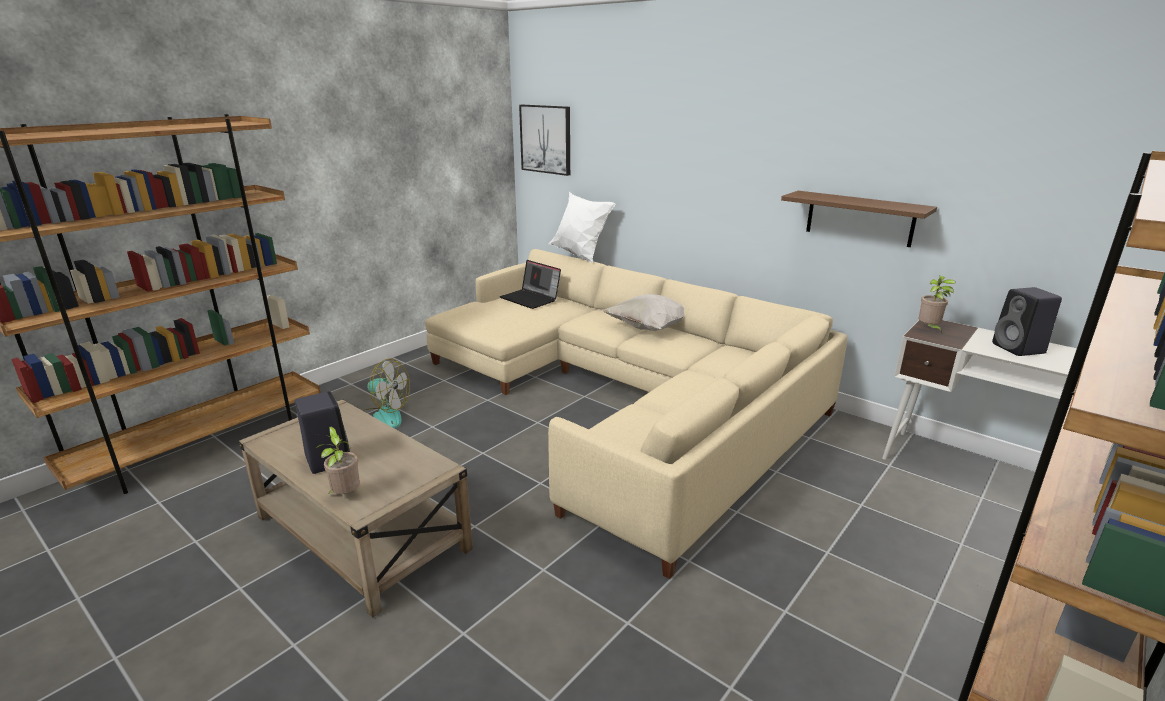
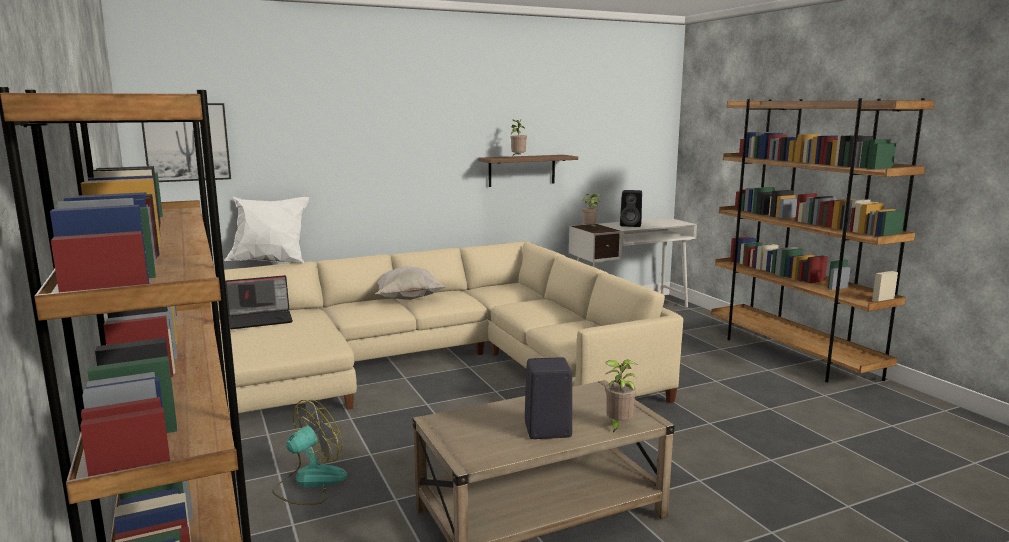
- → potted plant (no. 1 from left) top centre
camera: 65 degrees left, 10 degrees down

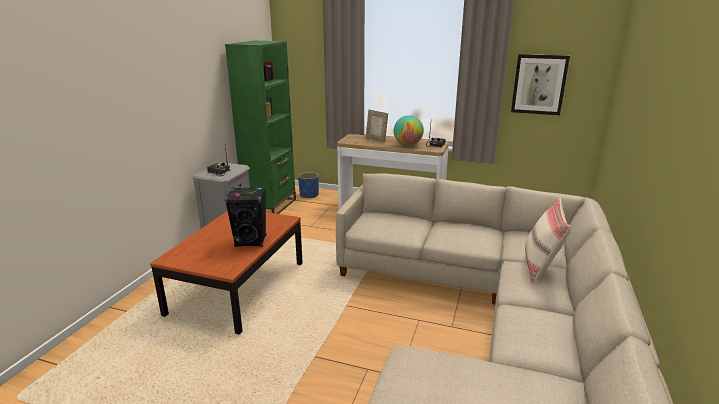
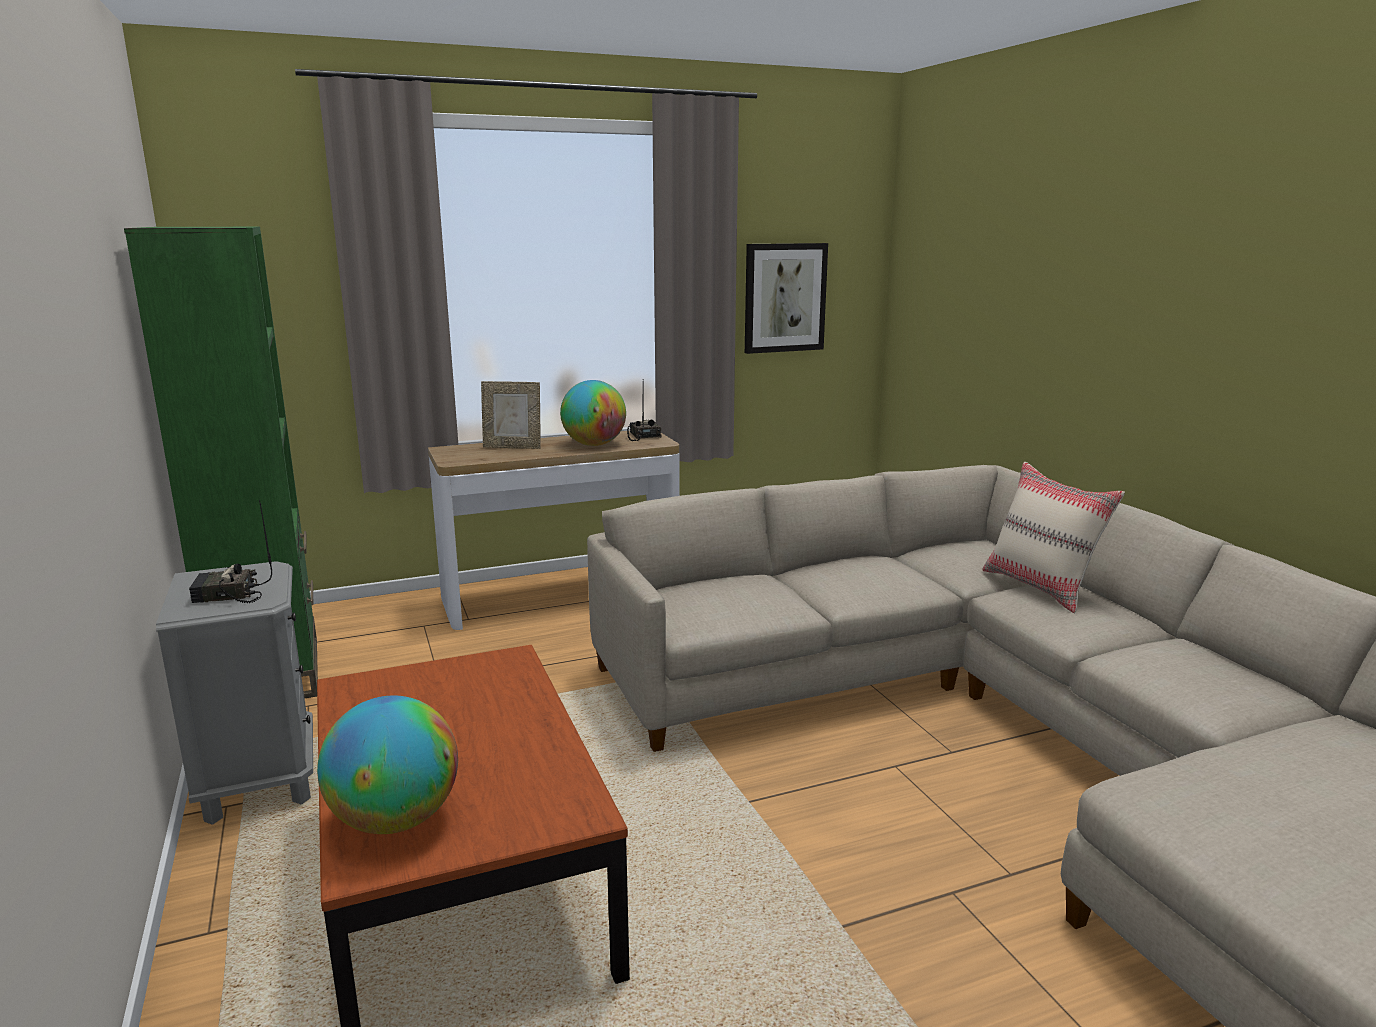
- → globe (no. 1 from left) bottom left
speaker/black centre → -
planter/blue centre → -
camera: 40 degrees left, 5 degrees down

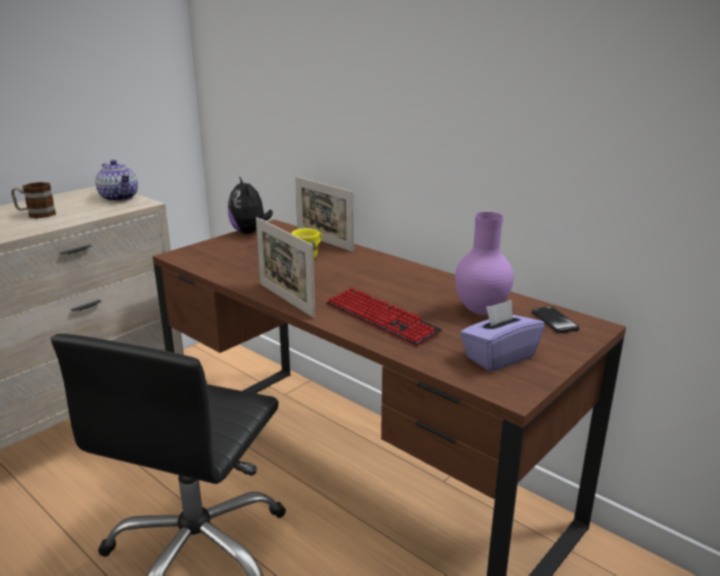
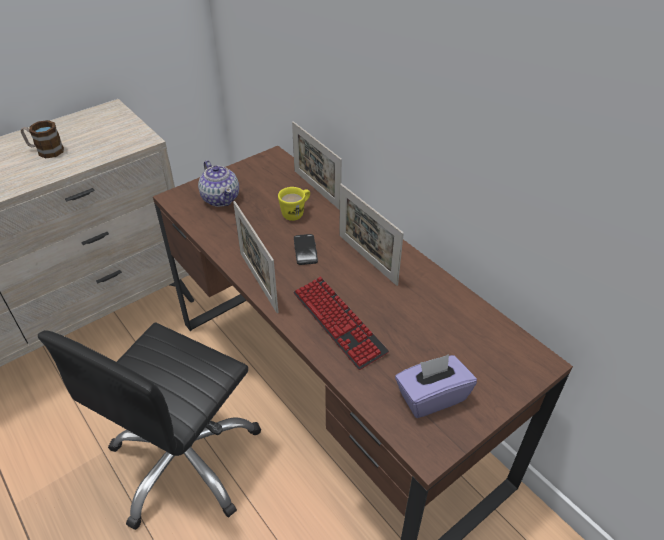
teapot top left → teapot middle left, shifted
phone middle right → phone centre, shifted
- → picture frame (no. 3 from left) centre
plush toy centre → -
vase/purple middle right → -
camera: 10 degrees right, 20 degrees up

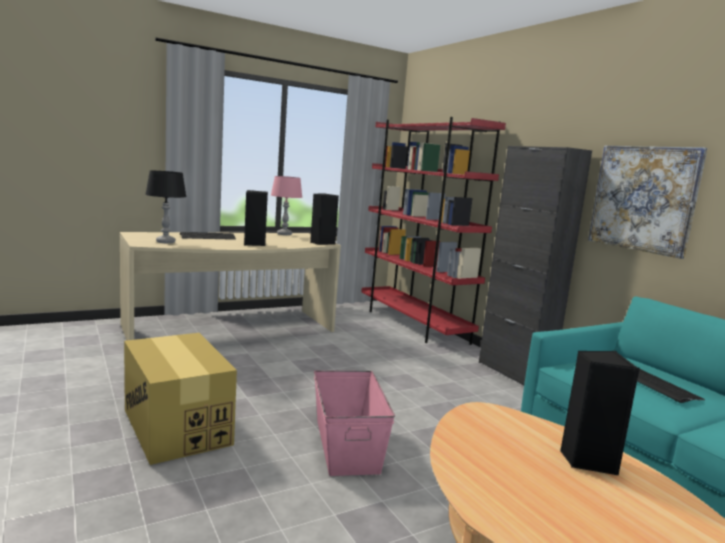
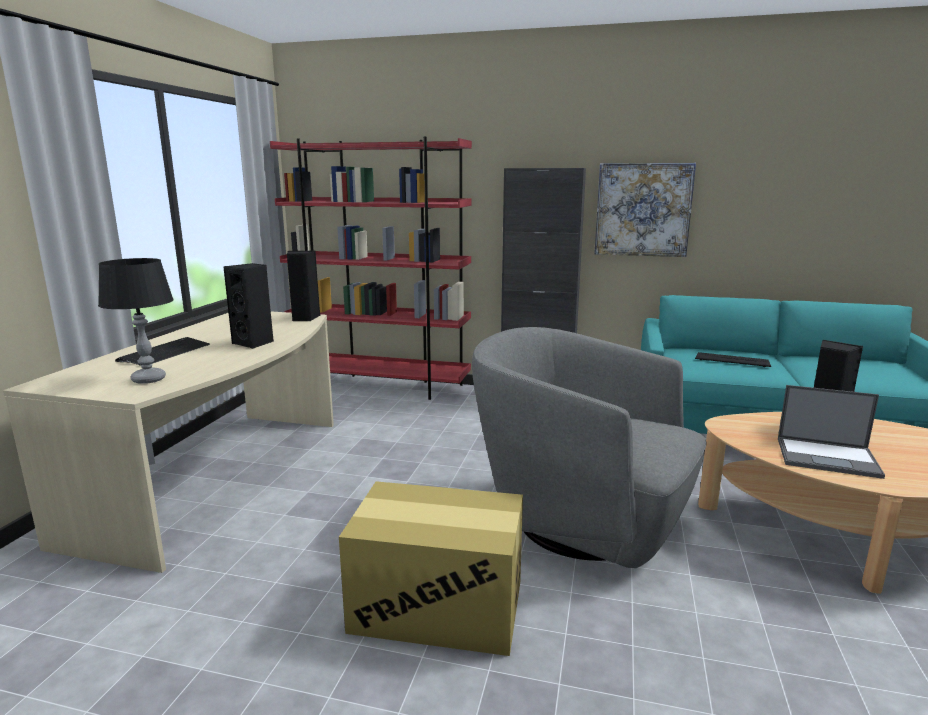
storage box/pink bottom centre → armchair/grey centre
- → laptop middle right
table lamp/pink centre → -
camera: 45 degrees left, 5 degrees up

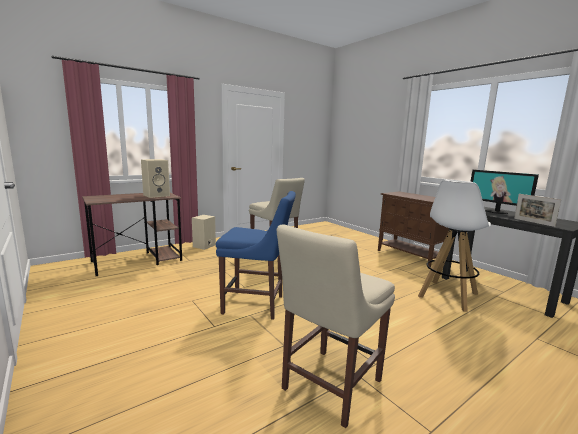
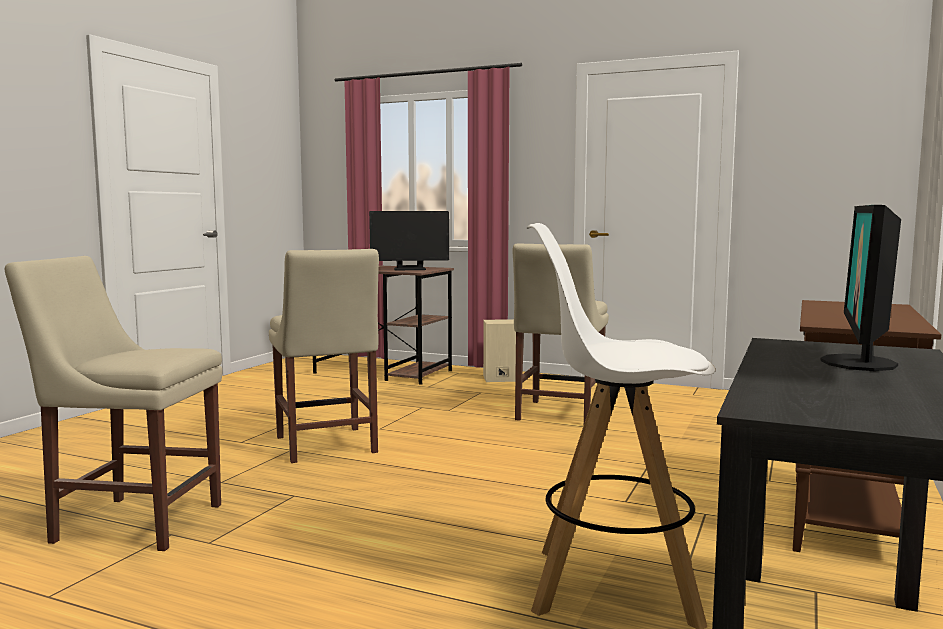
chair/blue centre → chair/beige (no. 2 from left) centre
speaker/beige (no. 1 from left) middle left → monitor (no. 1 from left) centre
picture frame middle right → -
camera: 60 degrees right, 5 degrees down

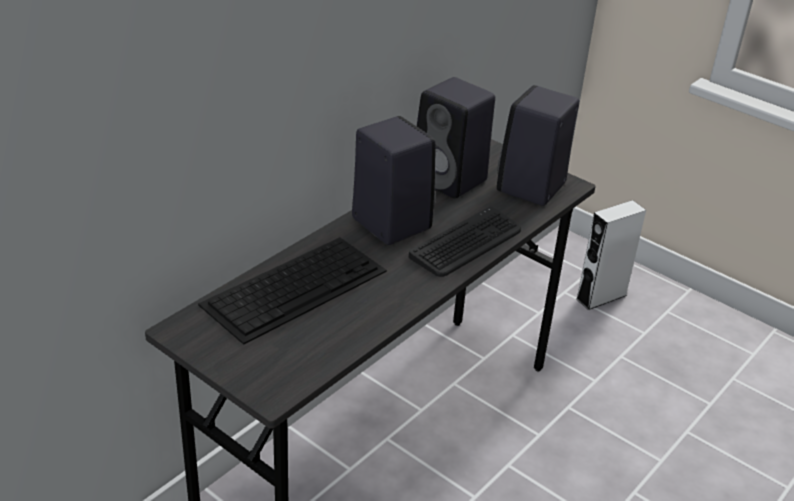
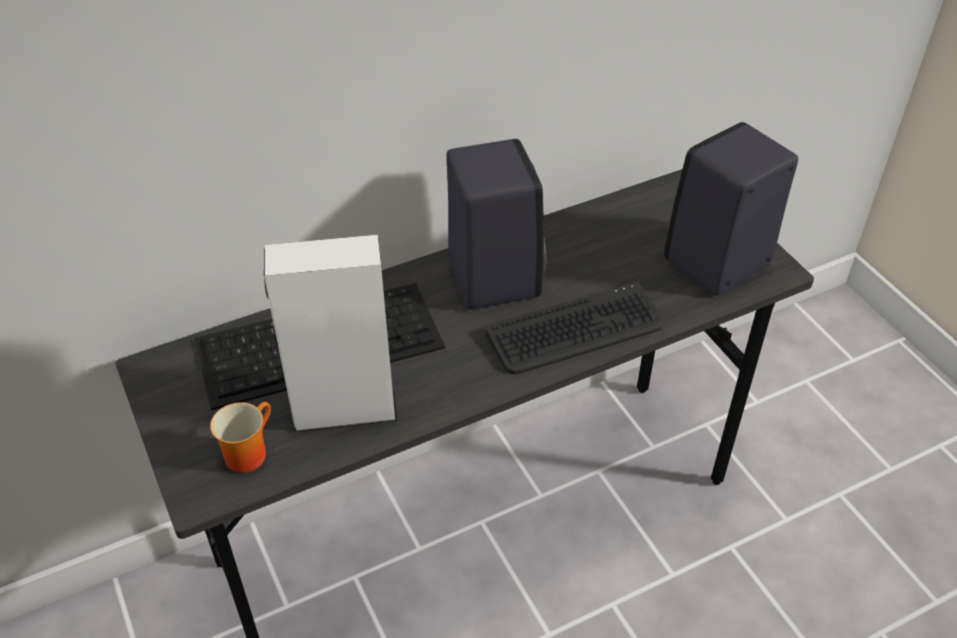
- → mug bottom left
speaker/white middle right → speaker/white centre, shifted
speaker/black (no. 2 from left) top centre → -
camera: 25 degrees right, 10 degrees up

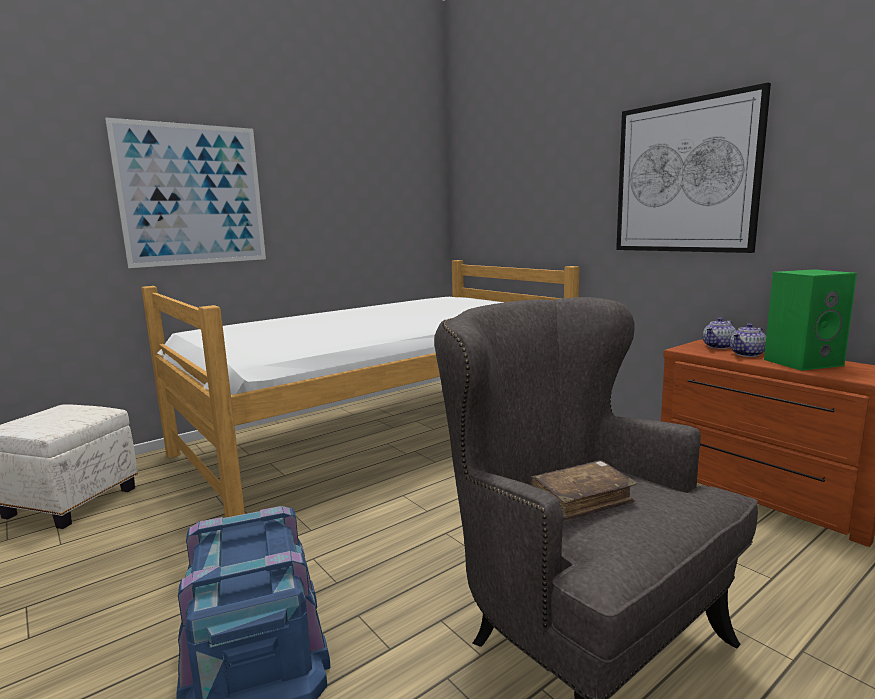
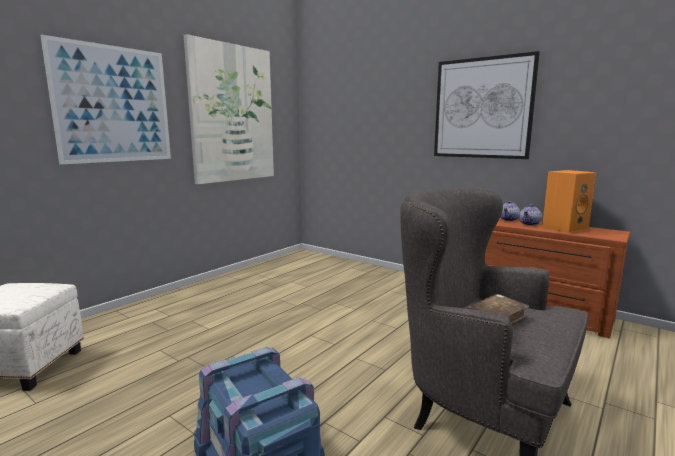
- → picture (no. 2 from left) top centre
speaker/green middle right → speaker/orange middle right
bed centre → -
camera: 15 degrees left, 0 degrees up

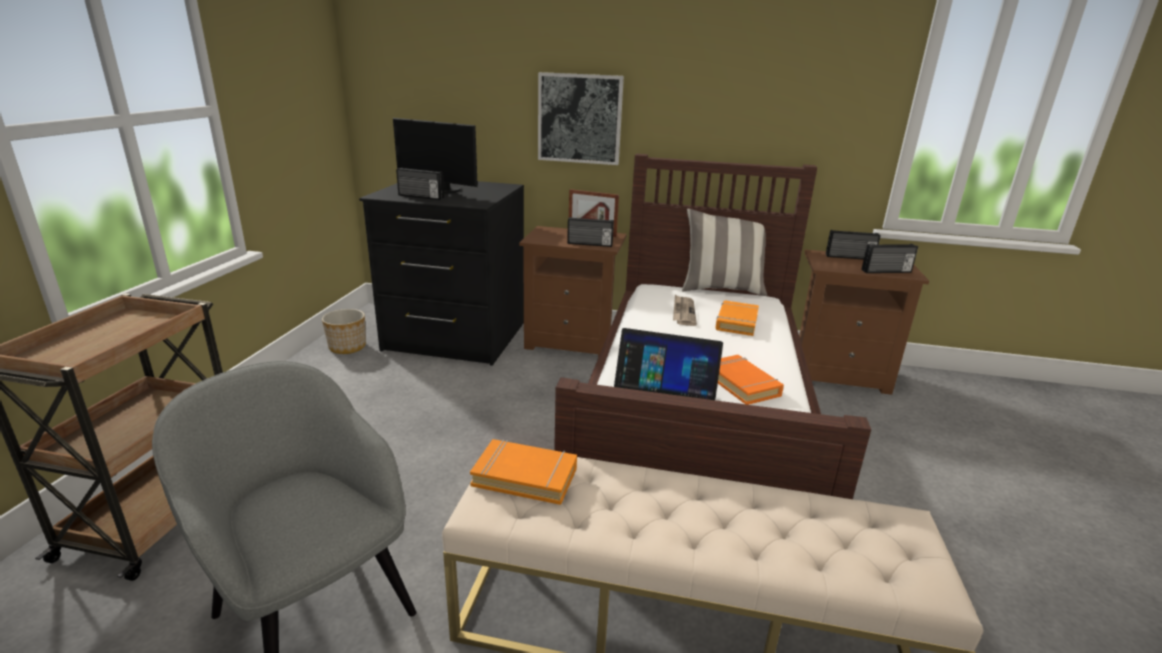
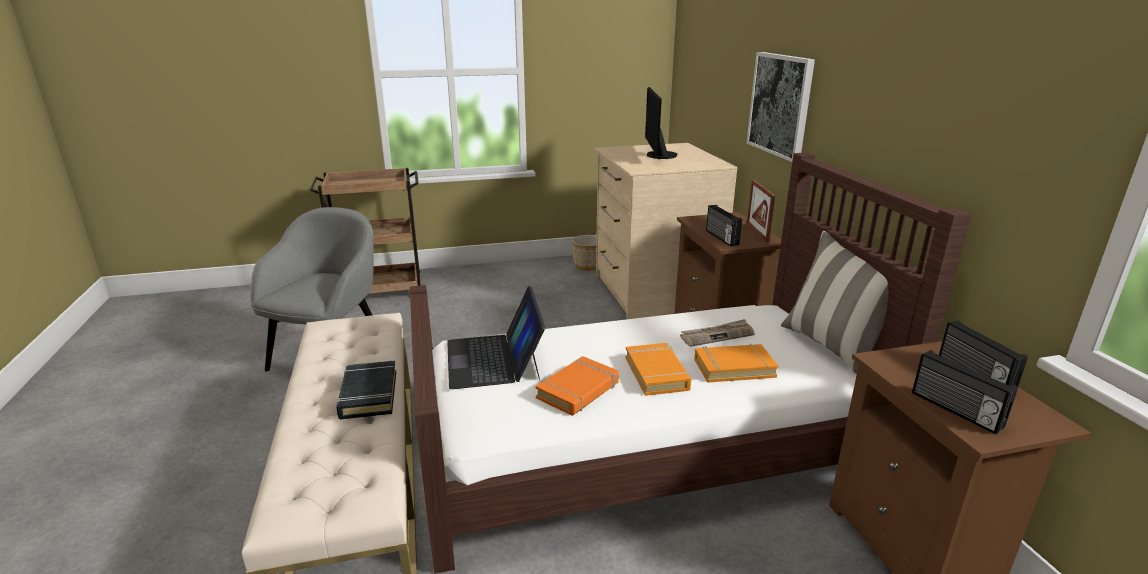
- → book/black bottom left
dresser/black centre → dresser/beige centre
book/orange (no. 1 from left in the first image) bottom centre → book/orange (no. 2 from left) centre, shifted
radio (no. 1 from left) top centre → -
camera: 65 degrees right, 0 degrees up

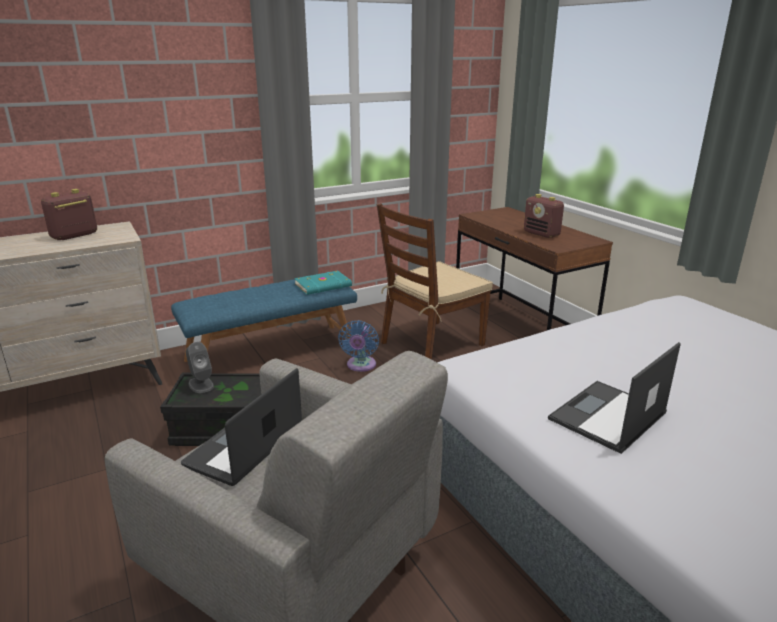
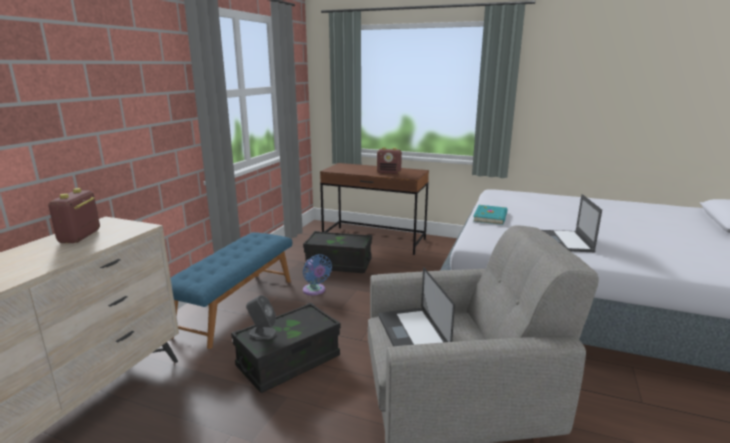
chair/brown centre → storage box/black (no. 2 from left) centre
book/turquoise centre → book/turquoise middle right, shifted
camera: 40 degrees left, 5 degrees down

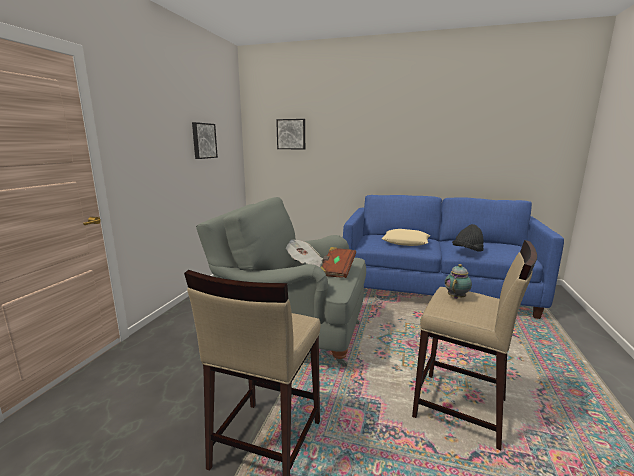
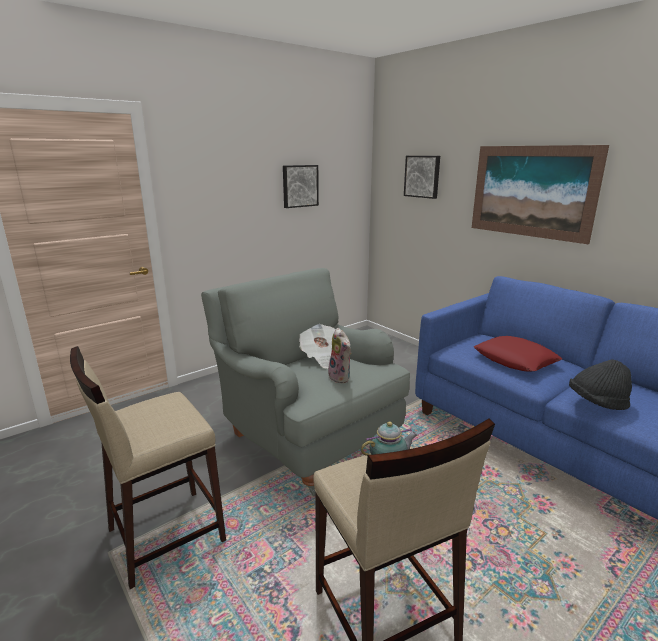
book/brown centre → plush toy centre
- → picture (no. 3 from left) top right
pillow/beige centre → pillow/red middle right
camera: 35 degrees right, 5 degrees up

